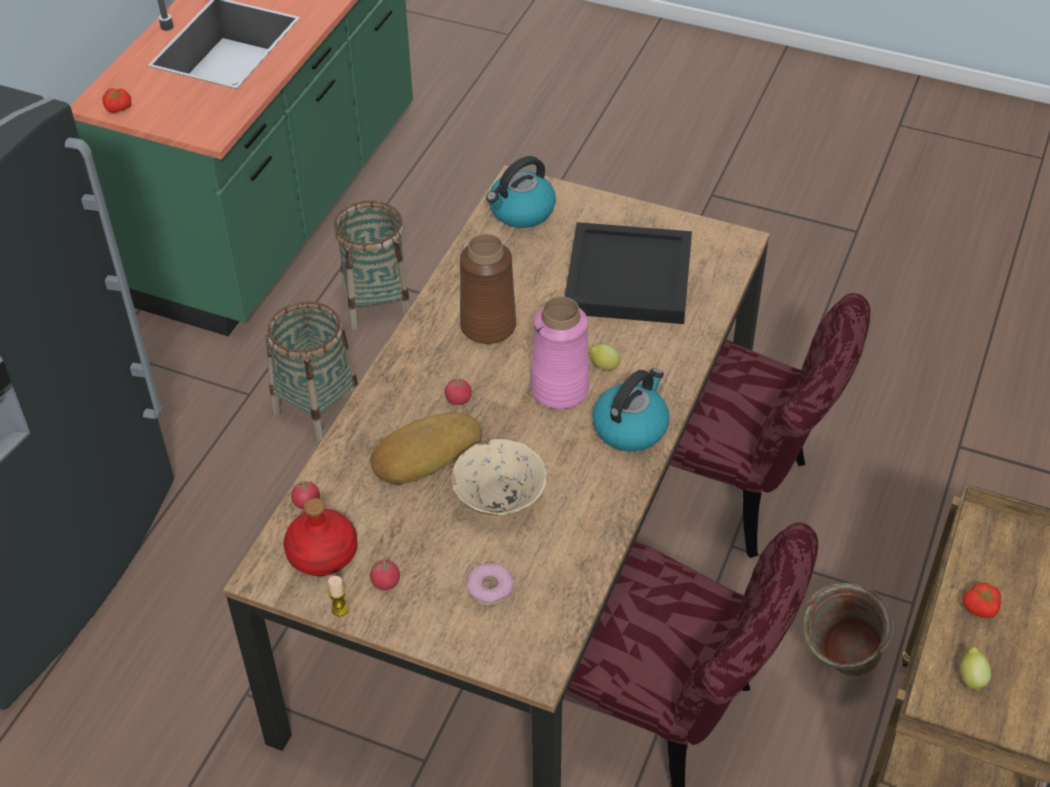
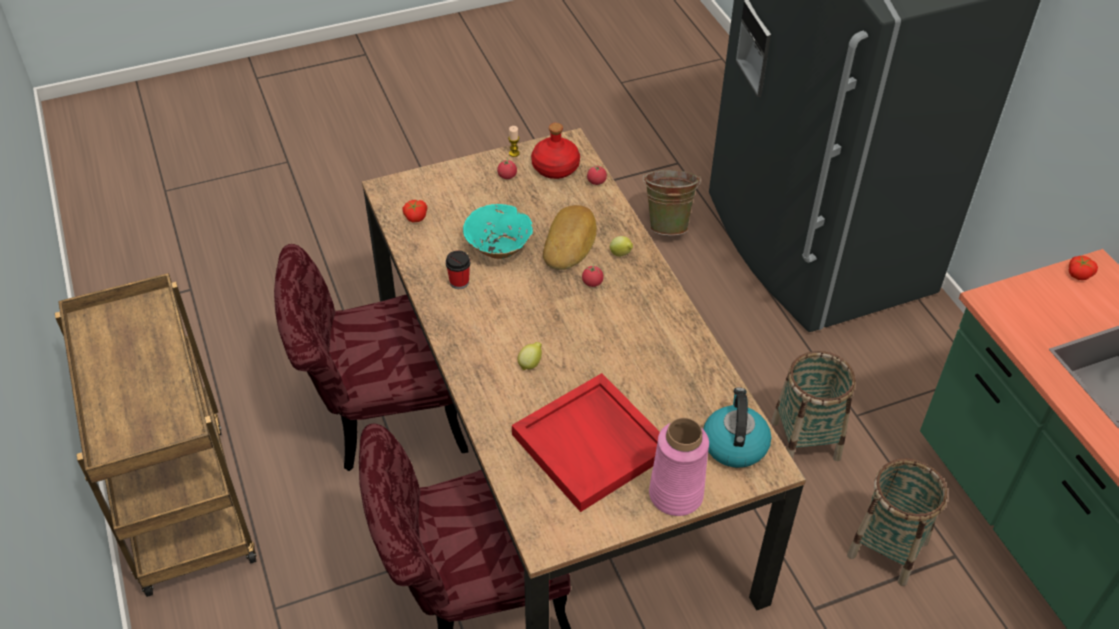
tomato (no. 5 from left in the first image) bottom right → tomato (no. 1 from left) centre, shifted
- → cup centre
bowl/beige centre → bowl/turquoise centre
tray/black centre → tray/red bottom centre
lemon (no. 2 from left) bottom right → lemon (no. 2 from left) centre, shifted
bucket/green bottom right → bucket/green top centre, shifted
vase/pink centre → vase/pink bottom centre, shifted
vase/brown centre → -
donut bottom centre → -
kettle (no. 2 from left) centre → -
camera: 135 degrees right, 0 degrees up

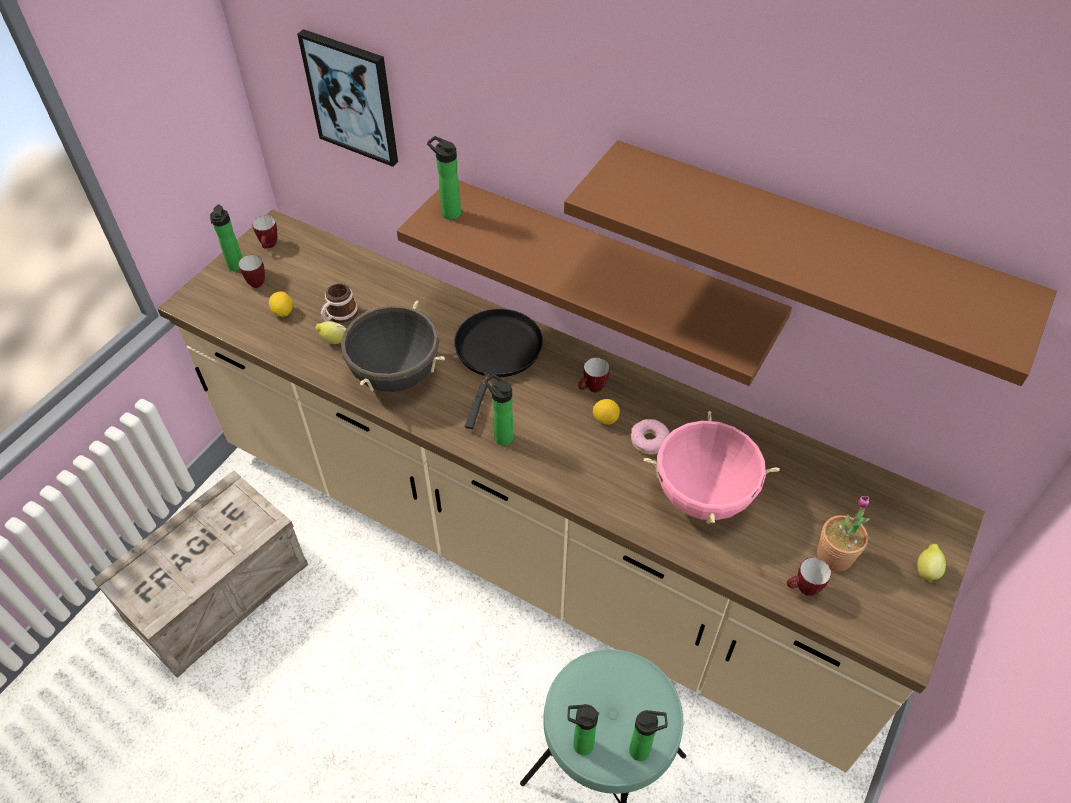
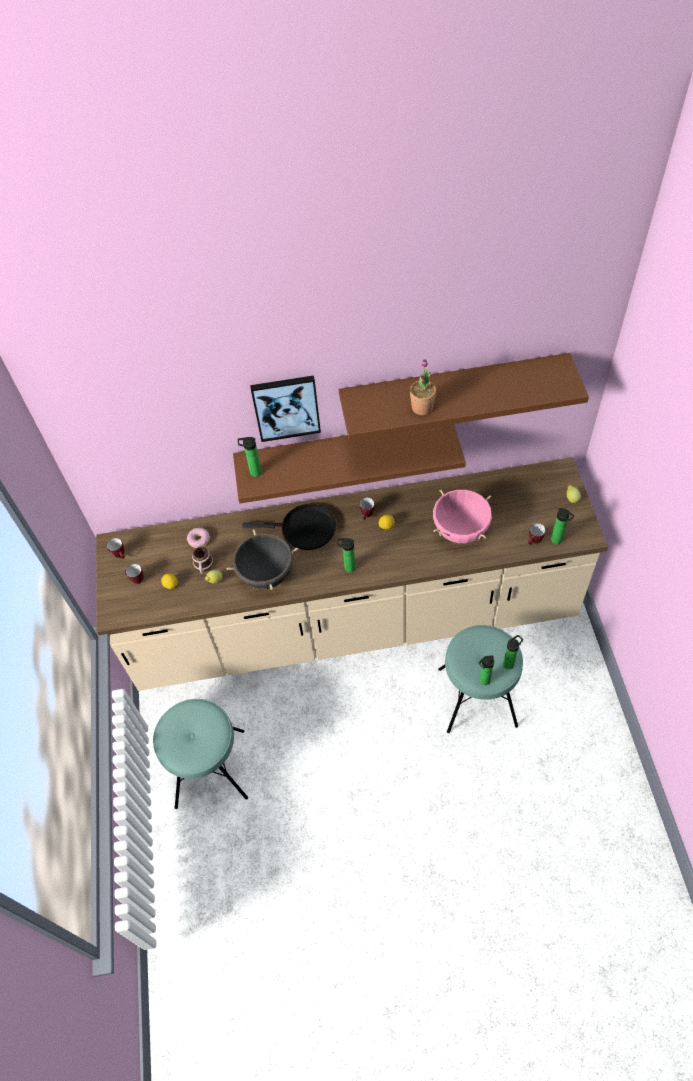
crate bottom left → stool/turquoise (no. 1 from left) bottom left
donut centre → donut middle left, shifted
frying pan/black centre, 120 degrees clockwise
picture top left → picture centre, shifted
potted plant middle right → potted plant centre, shifted
bottle (no. 1 from left in the first image) top left → bottle (no. 5 from left) middle right, shifted
camera: 35 degrees left, 5 degrees up

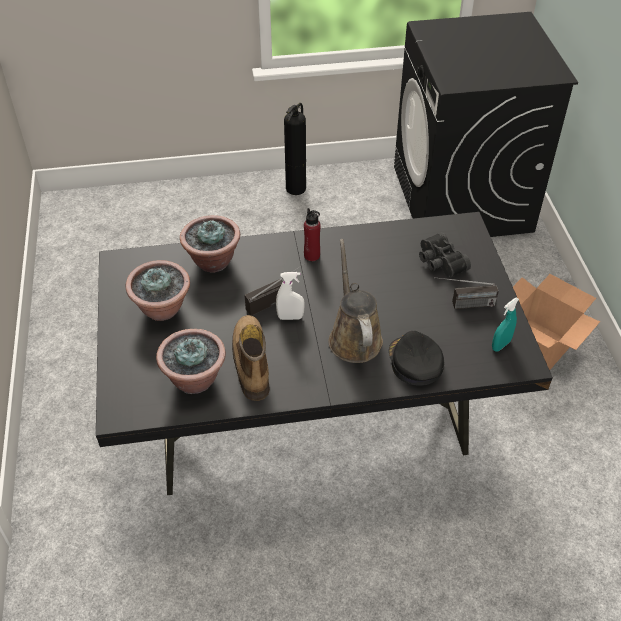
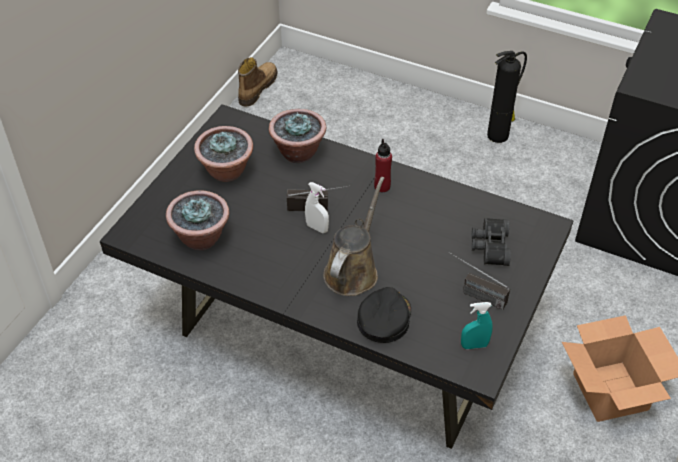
boot centre → boot top centre, shifted
camera: 35 degrees right, 0 degrees up

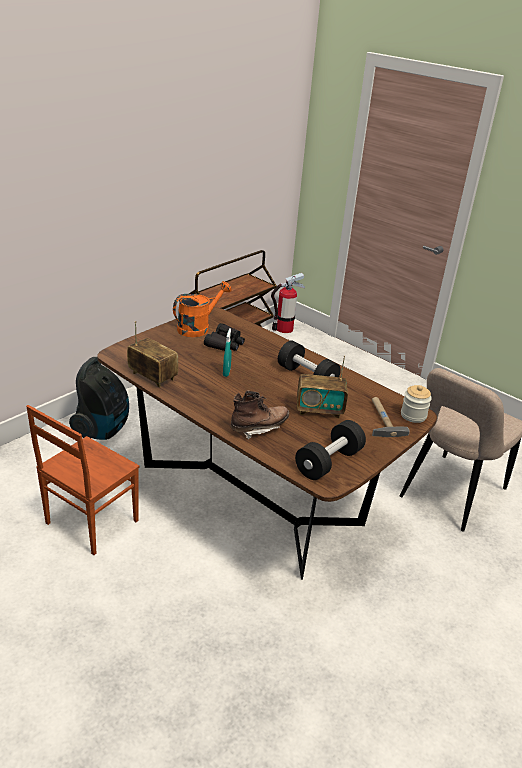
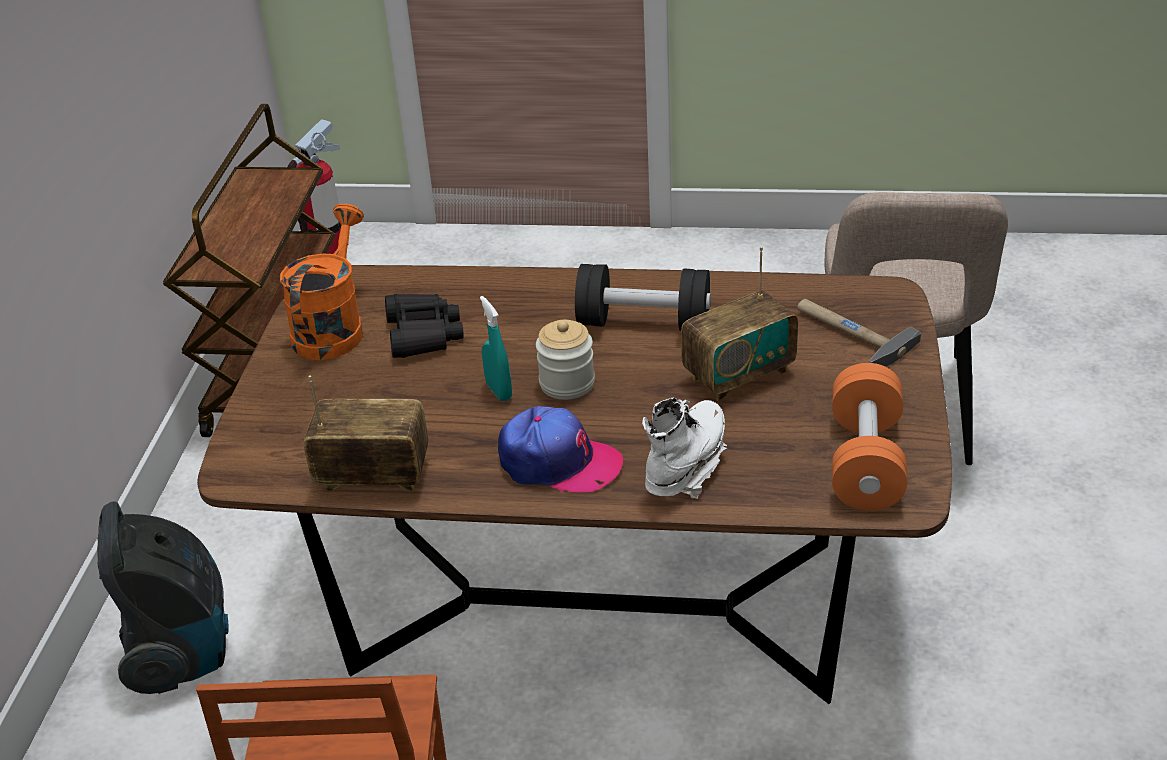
- → cap centre
jar middle right → jar centre, shifted
boot/brown centre → boot/white centre
dumbbell/black (no. 2 from left) centre → dumbbell/orange middle right
camera: 30 degrees left, 5 degrees up

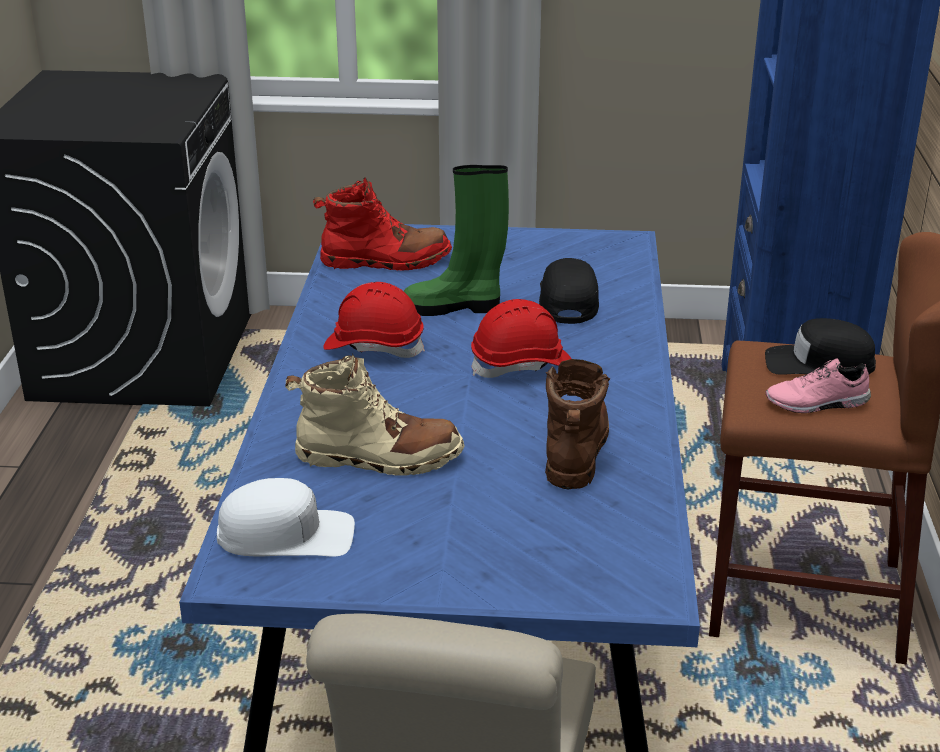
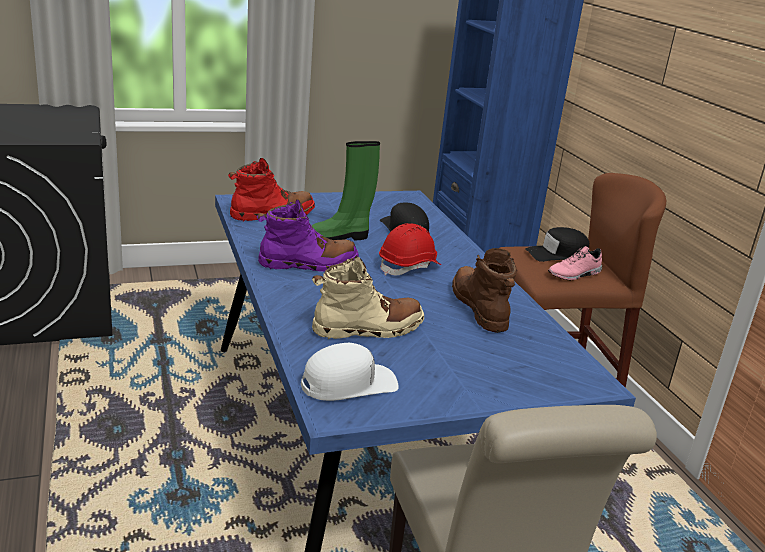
hard hat/red (no. 1 from left) centre → boot/purple centre
camera: 25 degrees left, 5 degrees down

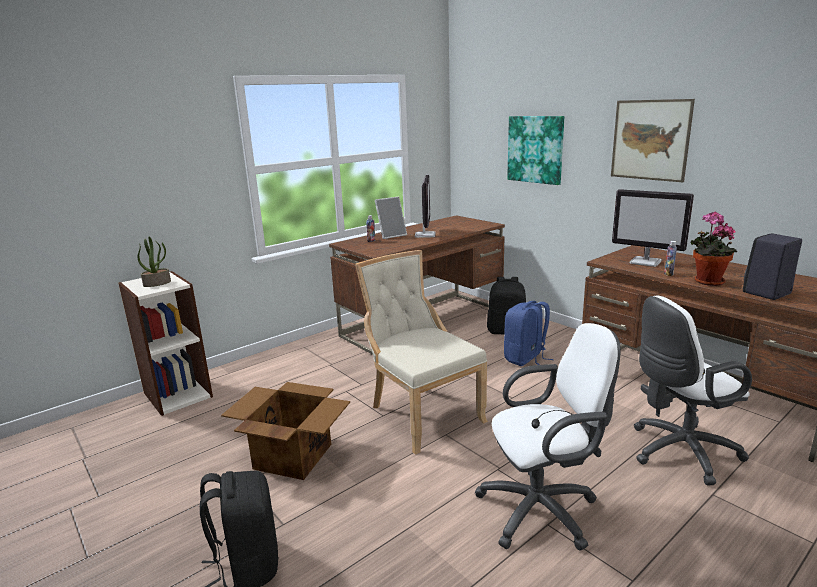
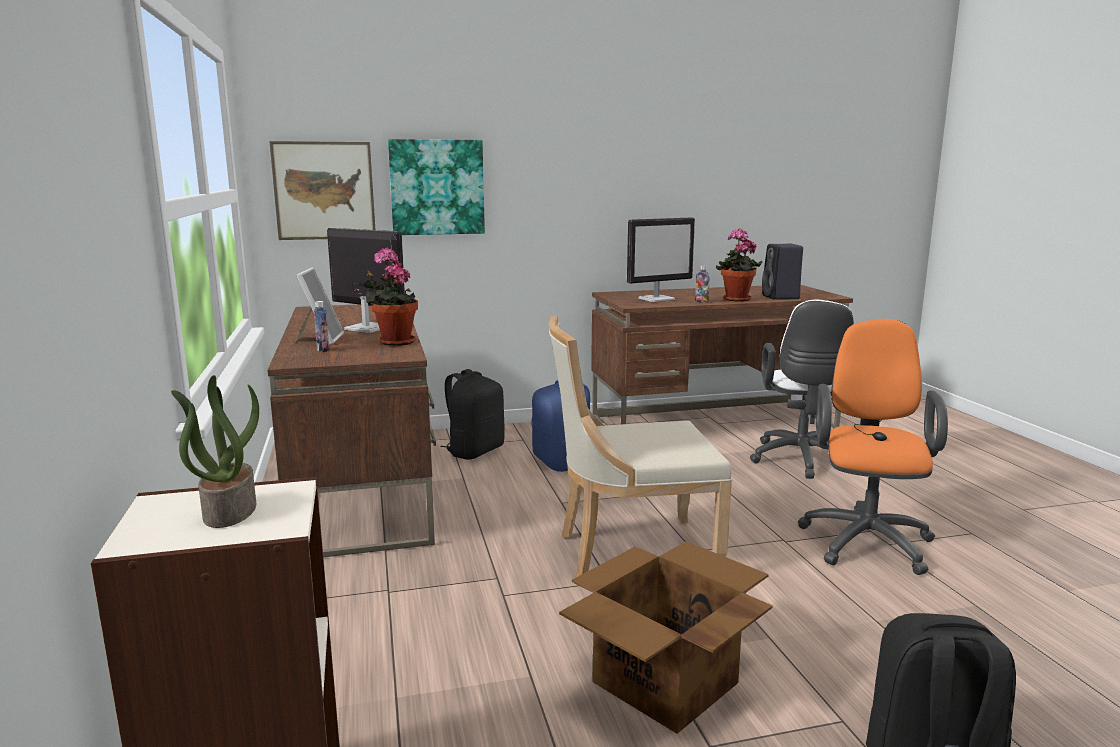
picture (no. 2 from left in the first image) top right → picture (no. 1 from left) top left, shifted
- → potted plant (no. 2 from left) centre
office chair/white (no. 1 from left) bottom right → office chair/orange middle right
camera: 65 degrees left, 5 degrees down

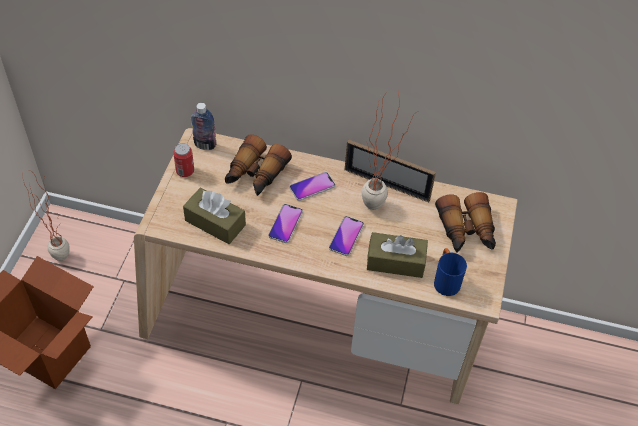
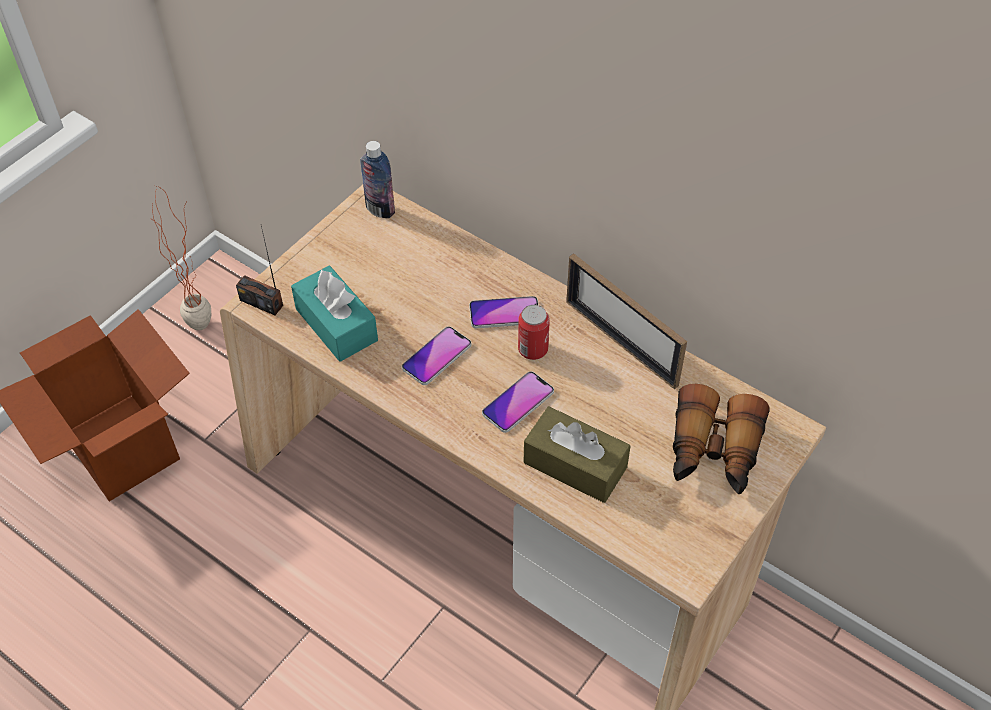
- → radio middle left
tissue box/brown (no. 1 from left) centre → tissue box/turquoise centre
can middle left → can centre, shifted
binoculars (no. 1 from left) centre → -
potted plant (no. 2 from left) centre → -
mug/blue middle right → -
camera: 25 degrees right, 0 degrees up

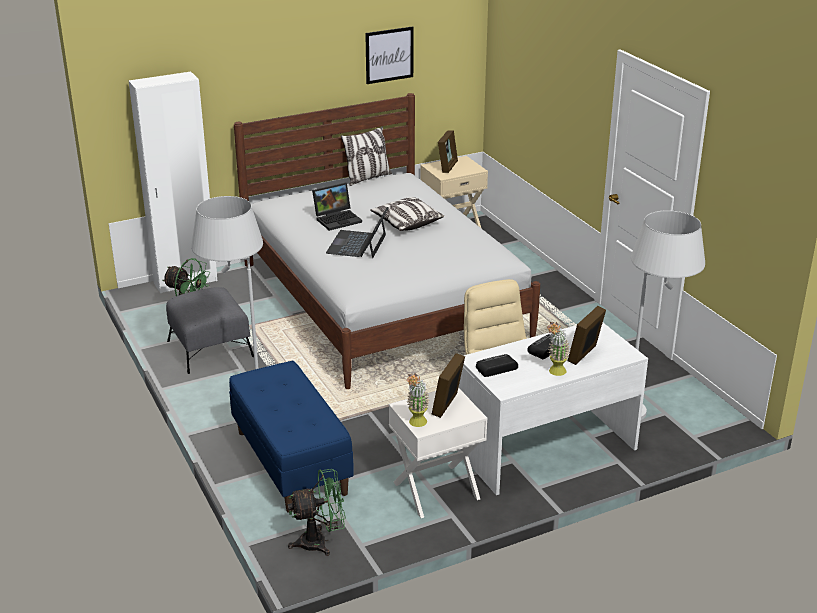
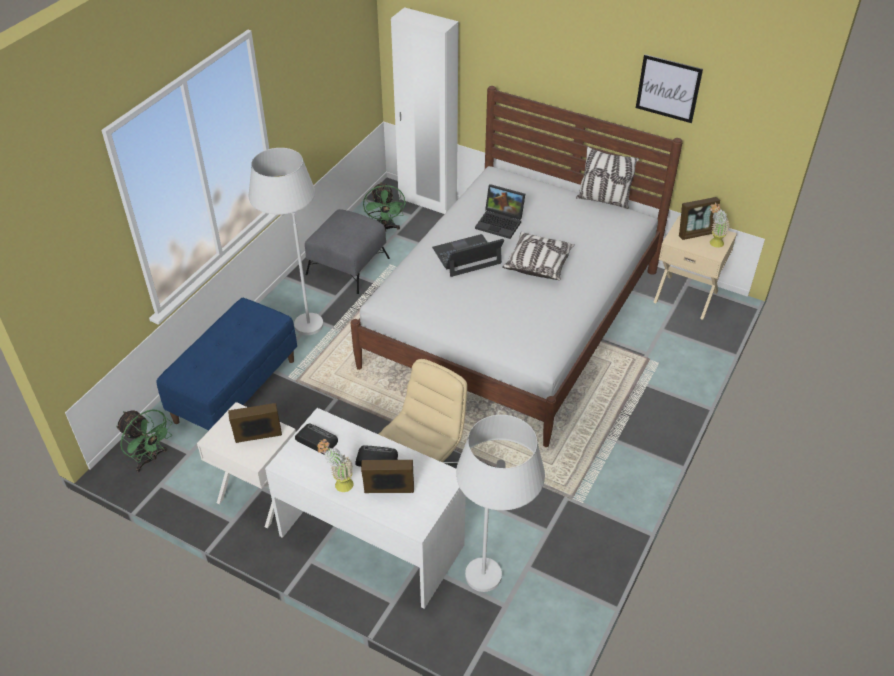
potted plant (no. 1 from left in the first image) centre → potted plant (no. 2 from left) top right, shifted
camera: 55 degrees right, 15 degrees up

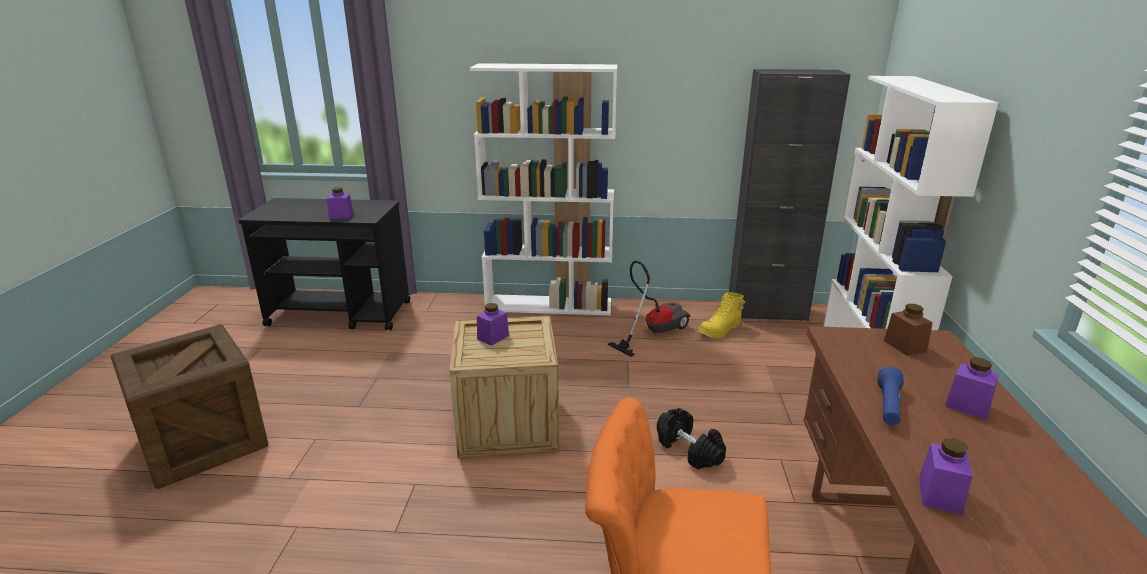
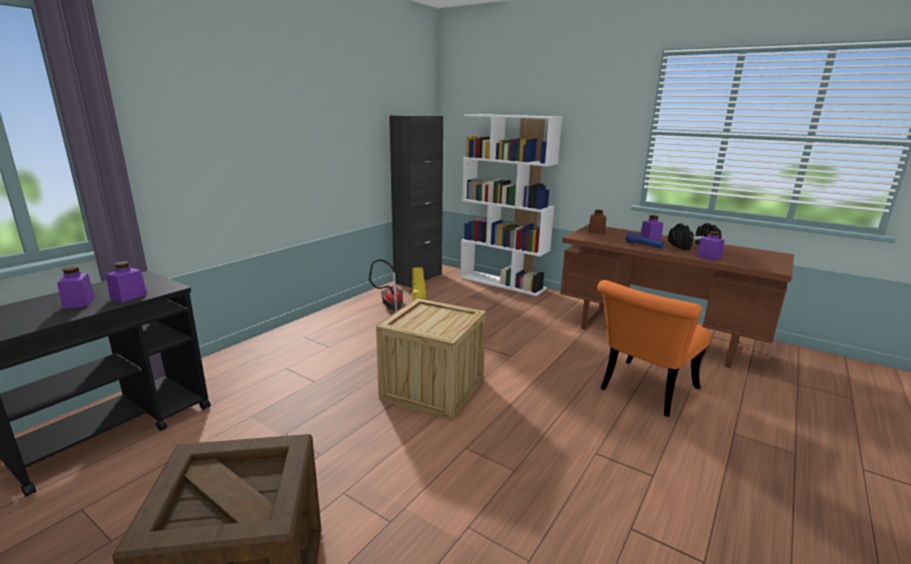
jar/purple (no. 2 from left in the first image) centre → jar/purple (no. 1 from left) middle left, shifted
dumbbell/black bottom centre → dumbbell/black middle right, shifted
bookcase/white (no. 1 from left) top centre → -
camera: 60 degrees left, 5 degrees down

